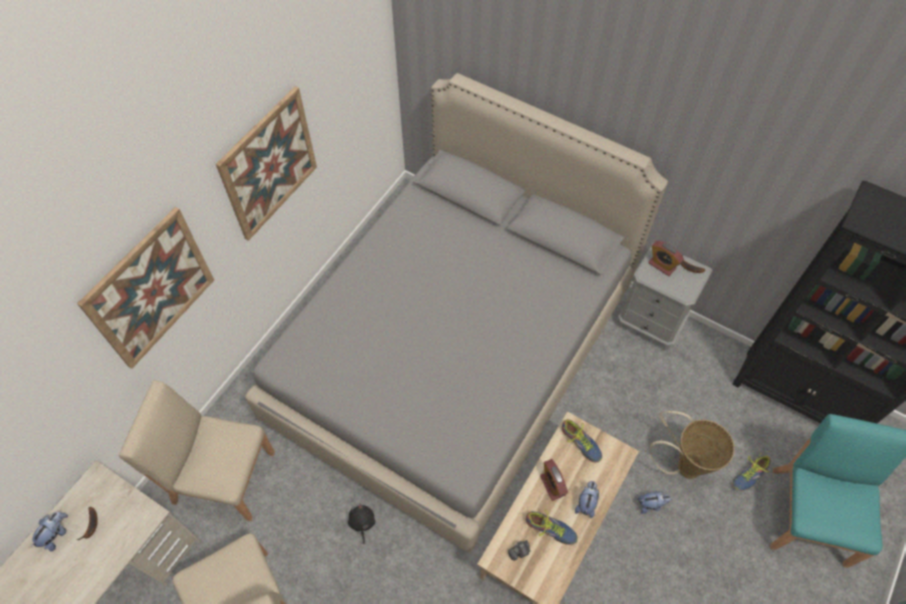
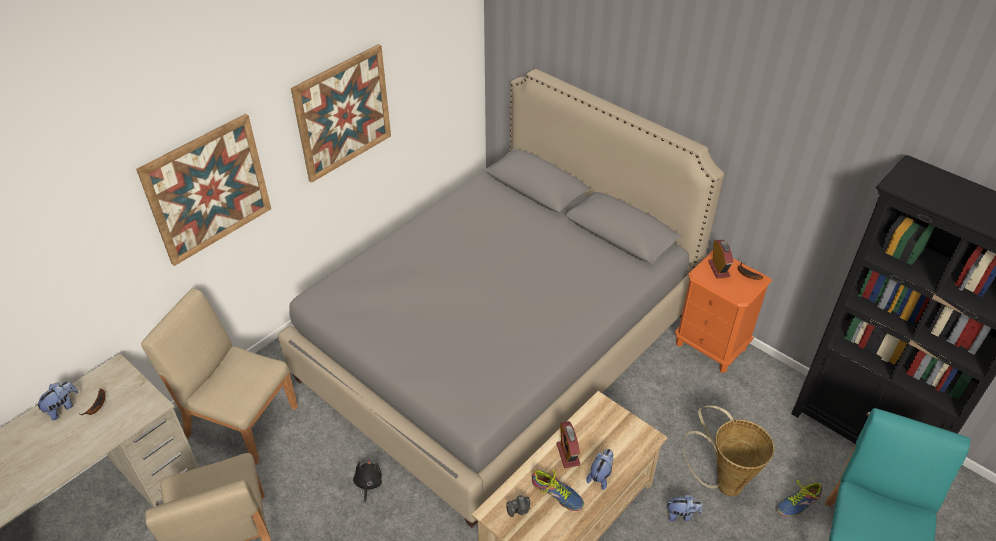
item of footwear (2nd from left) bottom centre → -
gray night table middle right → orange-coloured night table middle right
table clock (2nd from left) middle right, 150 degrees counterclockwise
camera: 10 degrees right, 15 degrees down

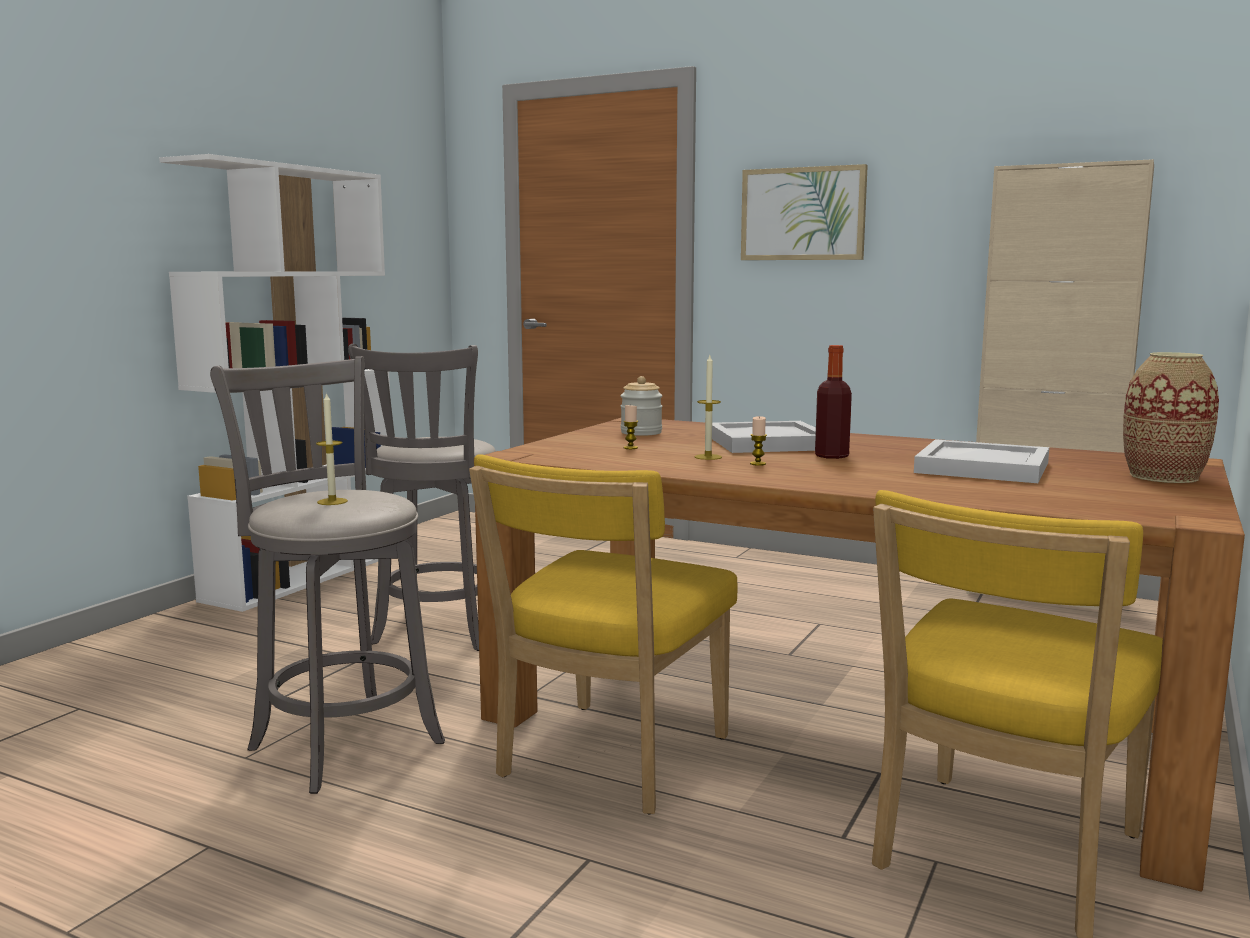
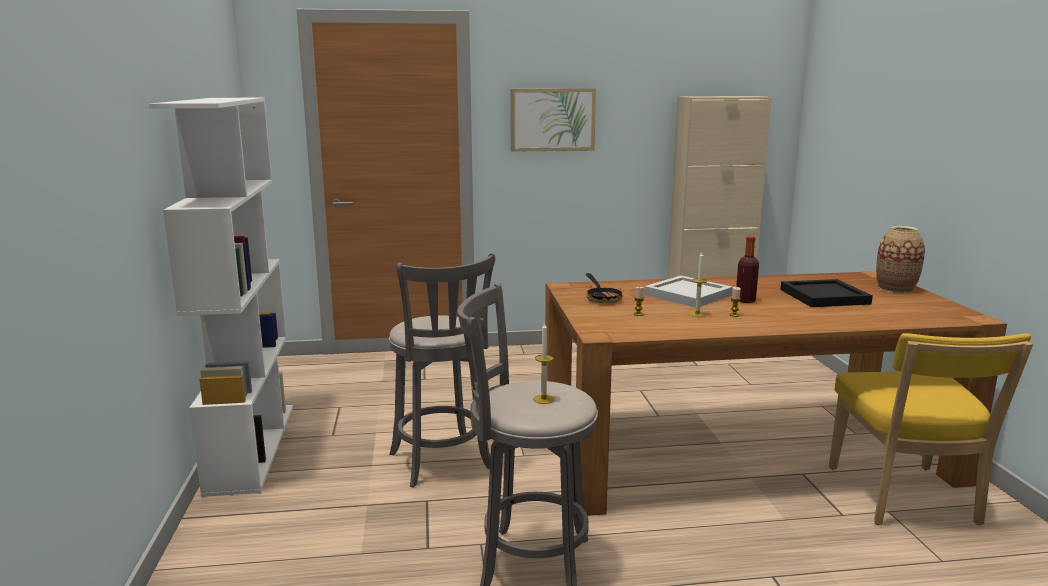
yellow plain chair (1st from left) bottom centre → -
storage jar centre → pan centre
white-coloured serving tray (2nd from left) middle right → black-coloured serving tray middle right
camera: 35 degrees left, 5 degrees up

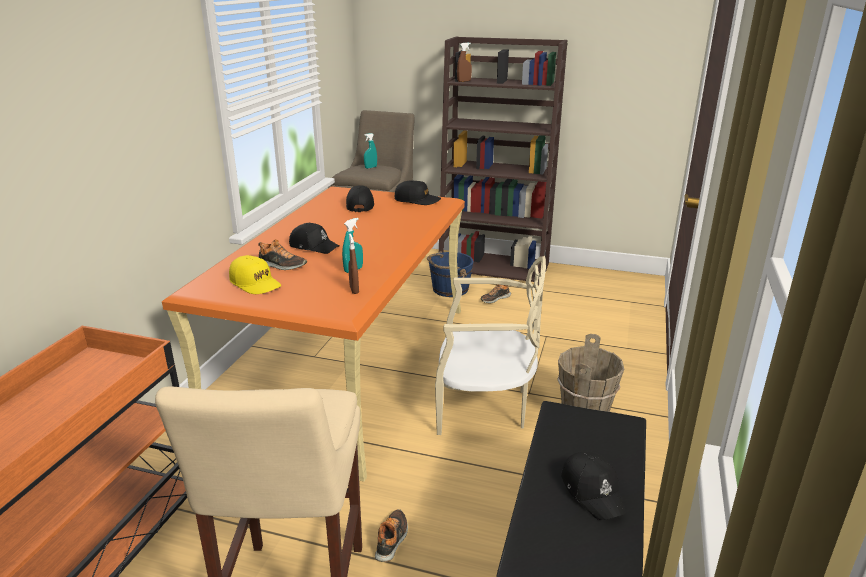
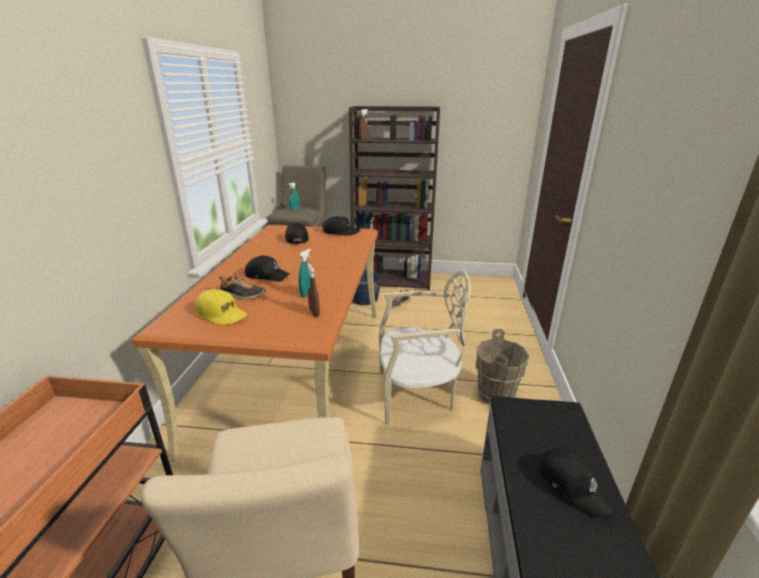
item of footwear (2nd from left) bottom centre → -
camera: 10 degrees left, 0 degrees up

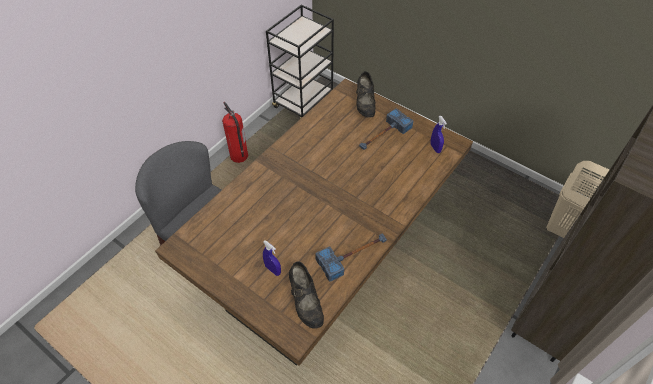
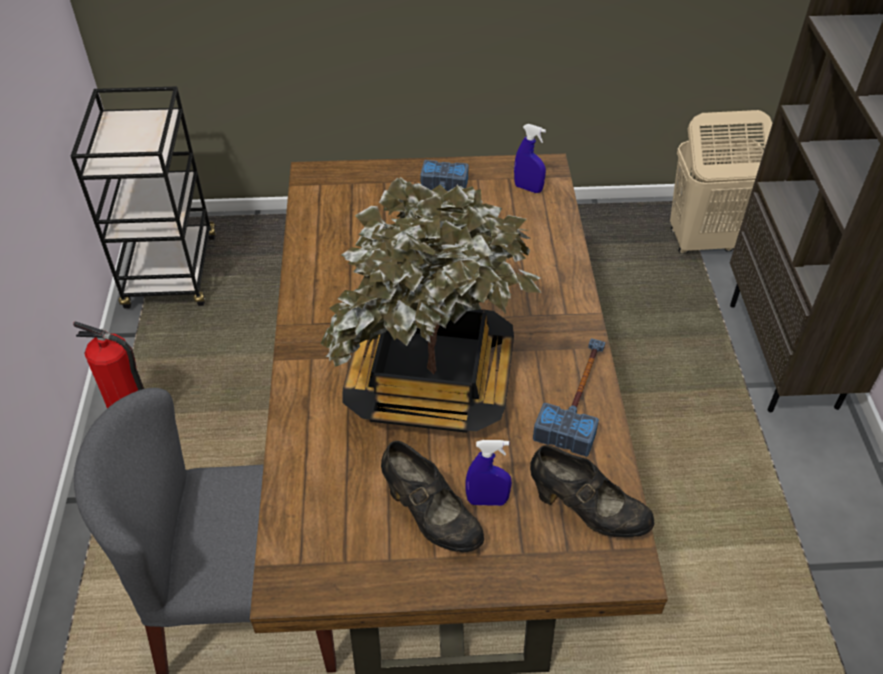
- → houseplant centre
black-coloured item of footwear (2nd from left in the first image) top centre → black-coloured item of footwear (1st from left) bottom centre, moved
camera: 40 degrees left, 5 degrees down

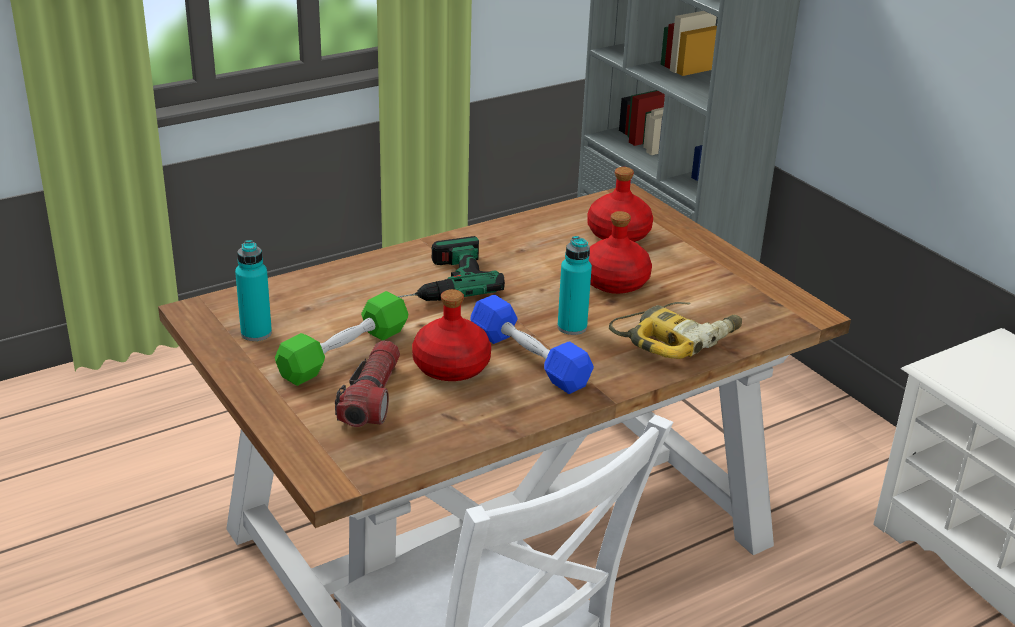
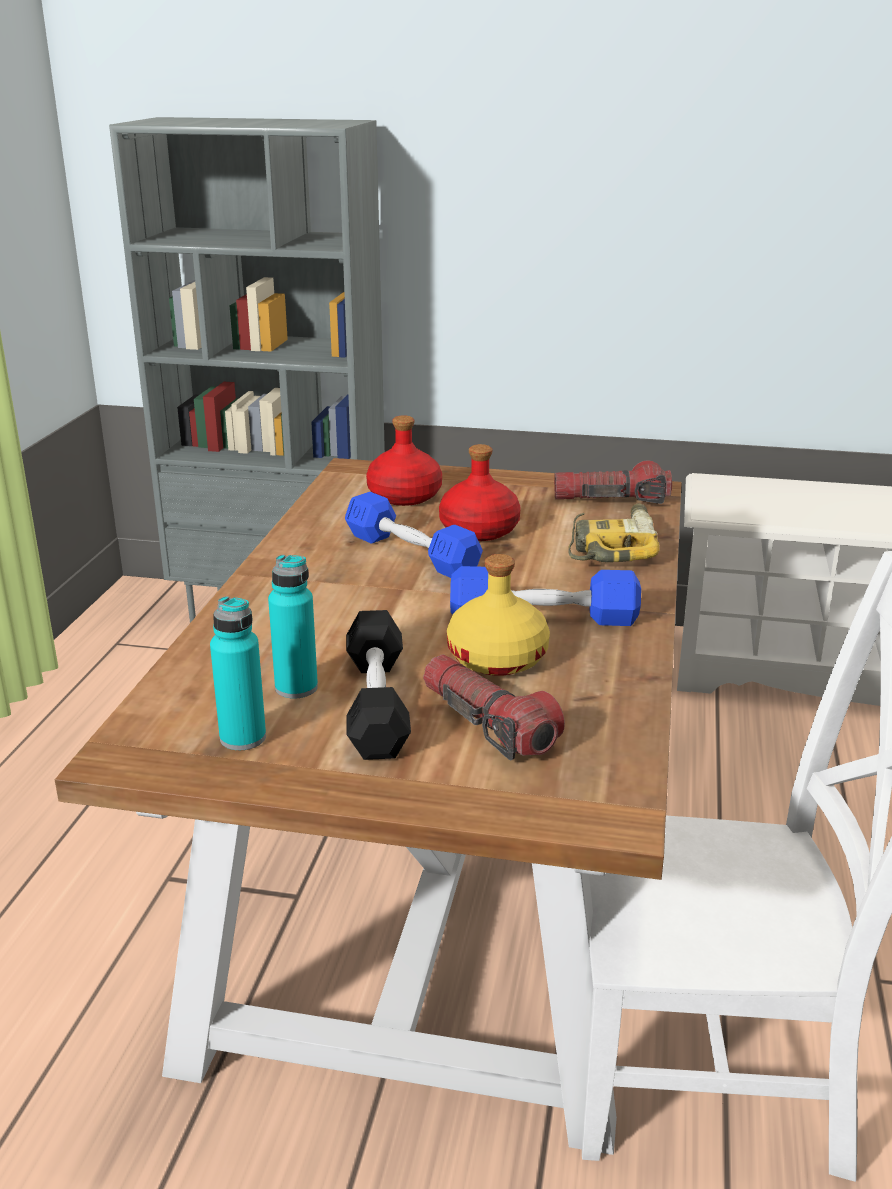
power drill (1st from left) centre → -
- → blue-coloured hand weight (1st from left) centre
- → torch (2nd from left) middle right
turquoise drink bottle (2nd from left) centre → turquoise drink bottle (2nd from left) middle left, moved
green hand weight centre → black-coloured hand weight centre
red drink bottle (1st from left) centre → yellow drink bottle centre
camera: 45 degrees left, 5 degrees down

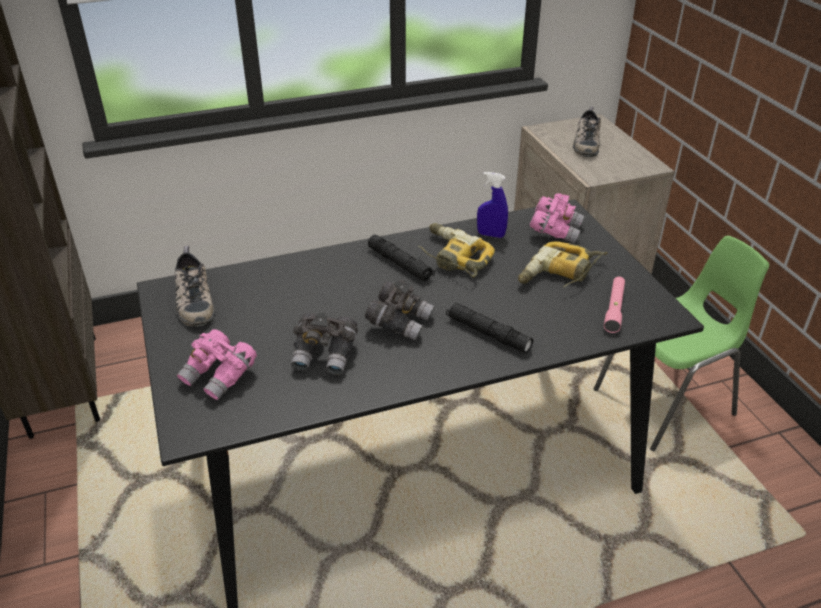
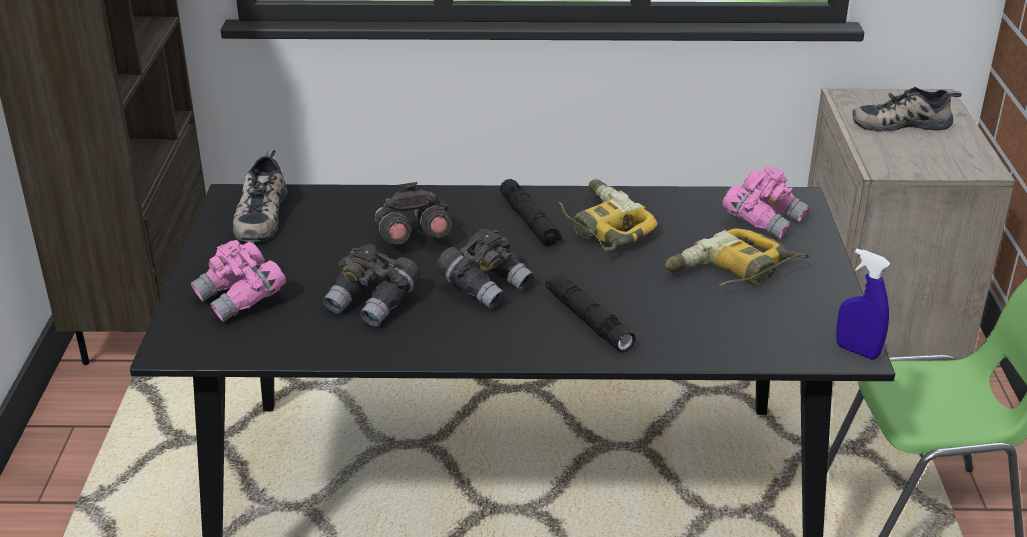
pink torch middle right → -
- → gray field glasses (2nd from left) centre
blue-coloured spray bottle centre → blue-coloured spray bottle middle right, moved
item of footwear (2nd from left) top right, 60 degrees clockwise
camera: 20 degrees right, 5 degrees down

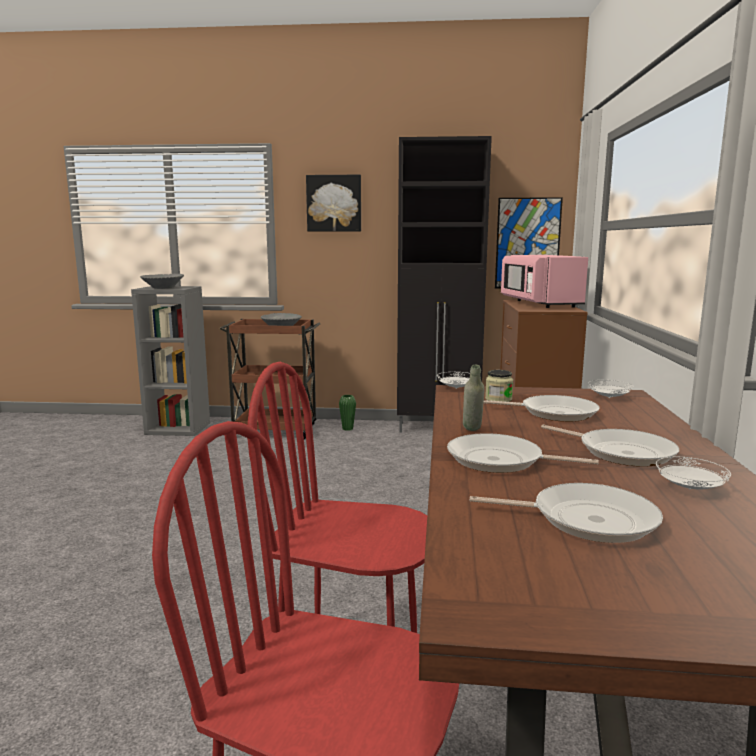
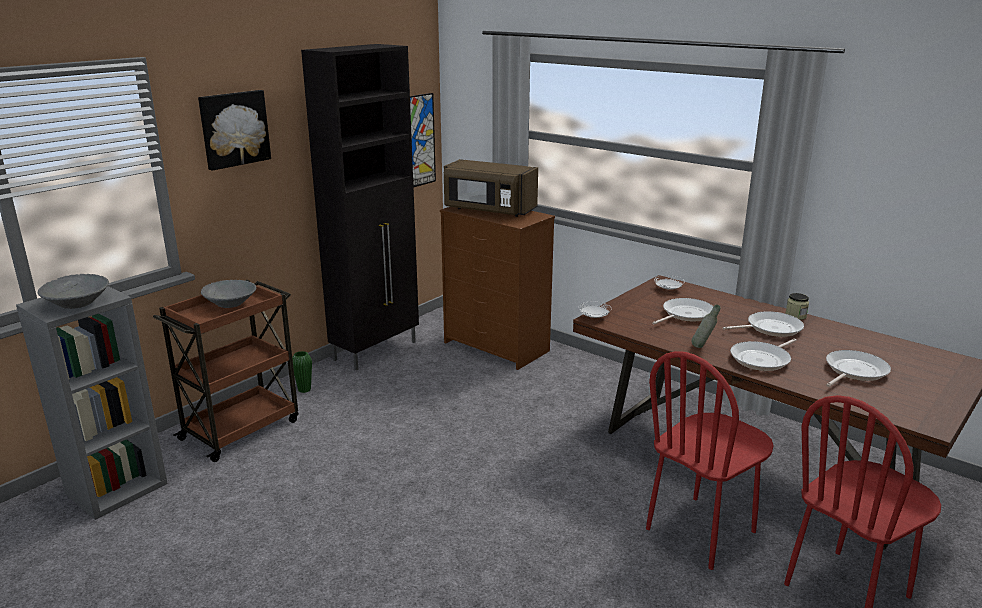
white-coloured dinner plate (3rd from left) middle right → -
storage jar centre → storage jar middle right, moved
pink kitchen microwave middle right → brown kitchen microwave top centre
camera: 55 degrees left, 10 degrees up

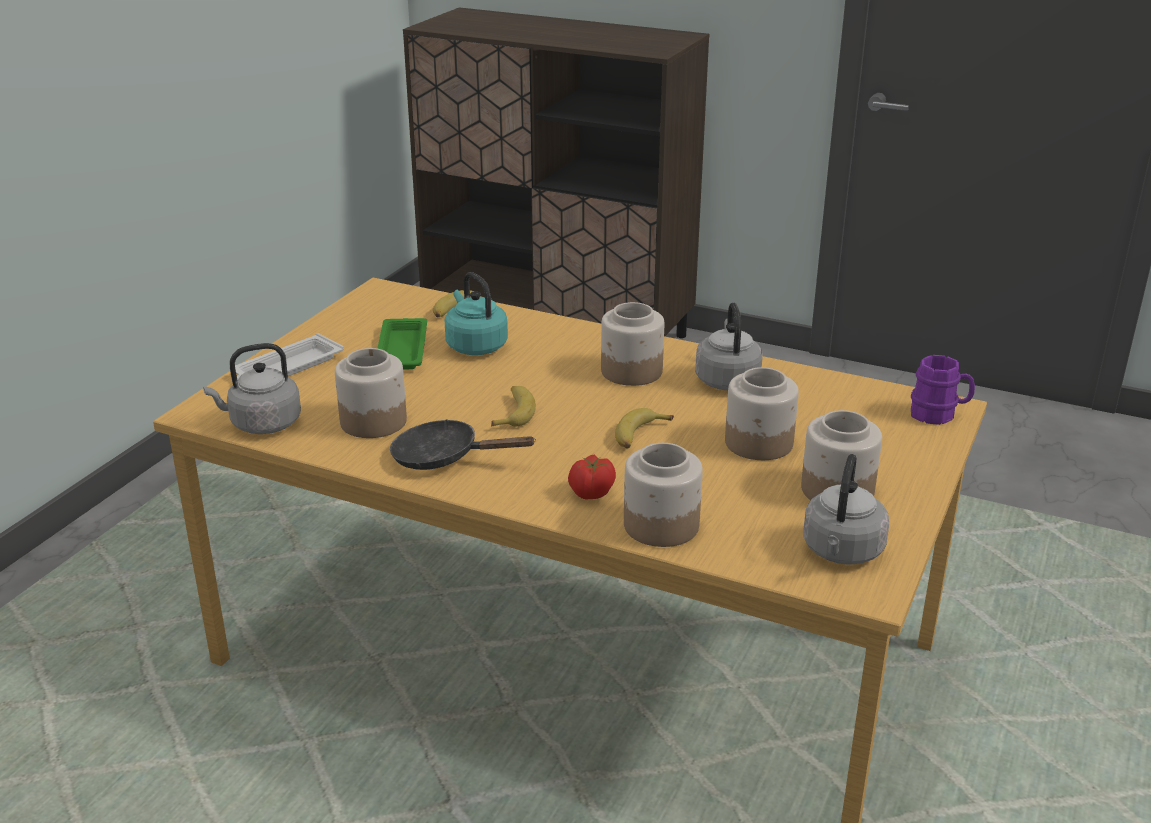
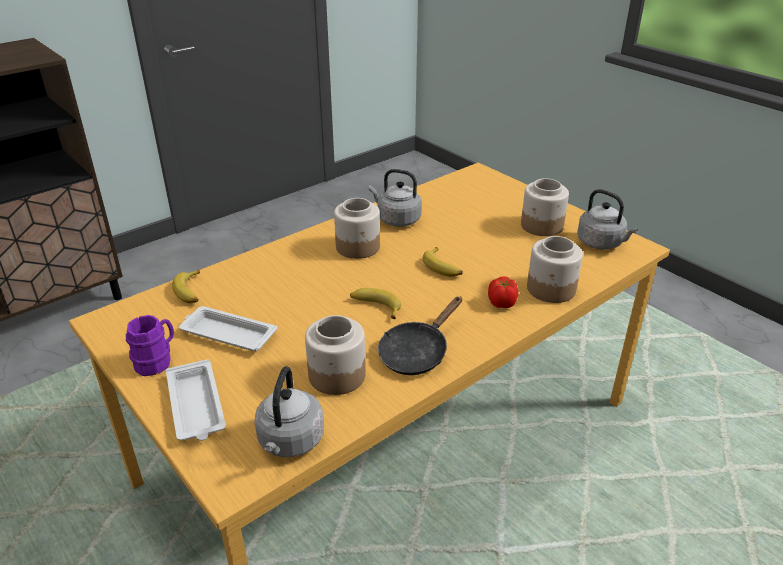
turquoise tea kettle centre → -
storage jar (4th from left) centre → -
purplish mug middle right → purplish mug middle left, moved
green serving tray centre → white-coloured serving tray (2nd from left) middle left
camera: 65 degrees left, 5 degrees up

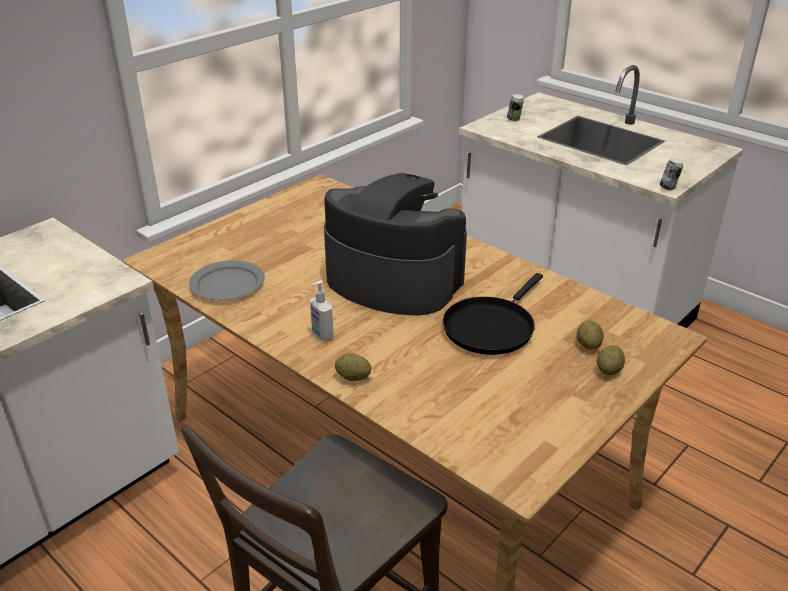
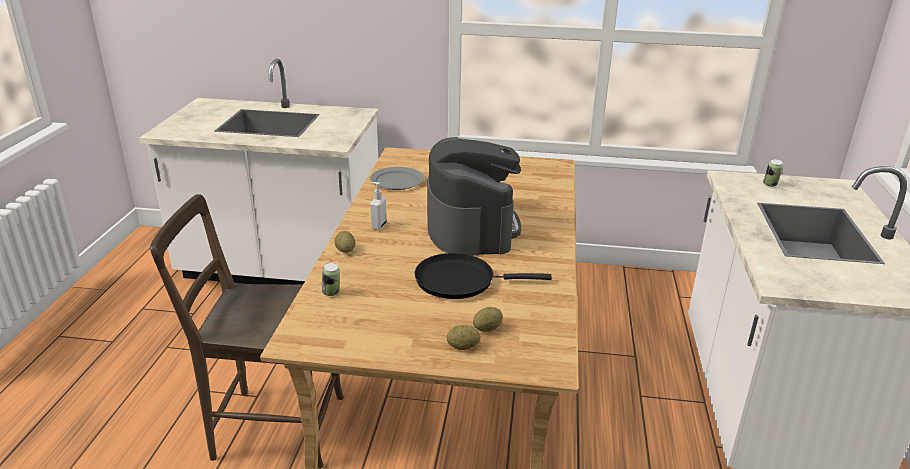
can (2nd from left in the first image) top right → can (1st from left) centre, moved
camera: 55 degrees right, 5 degrees down

